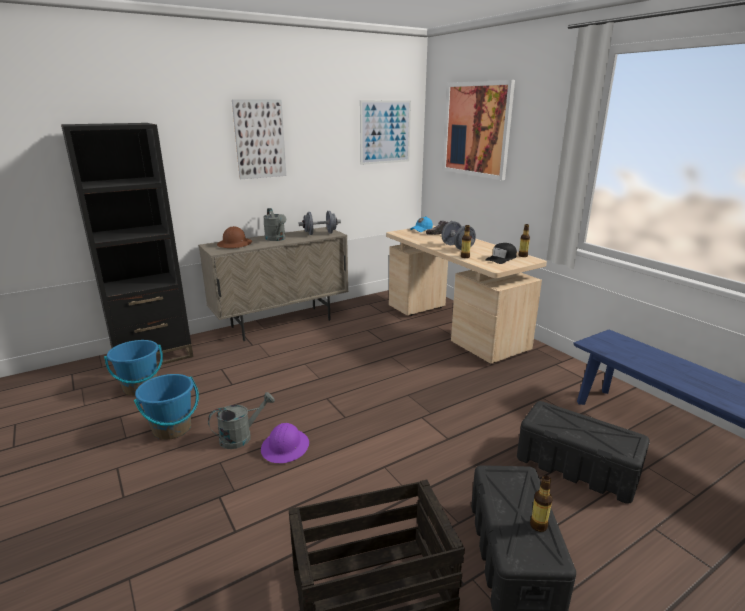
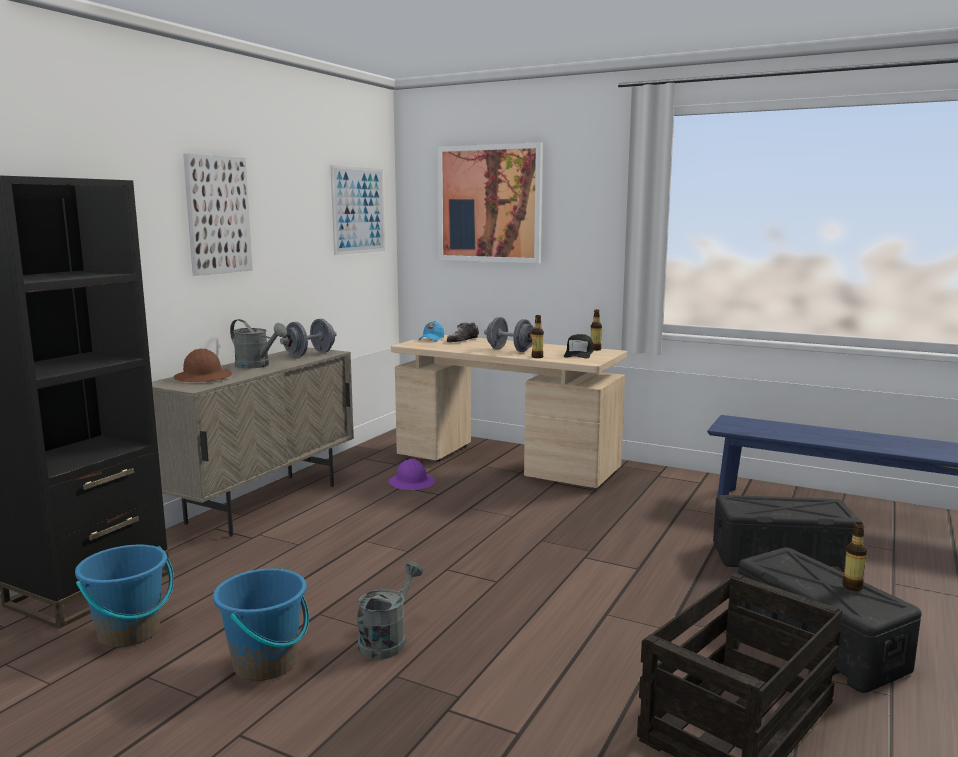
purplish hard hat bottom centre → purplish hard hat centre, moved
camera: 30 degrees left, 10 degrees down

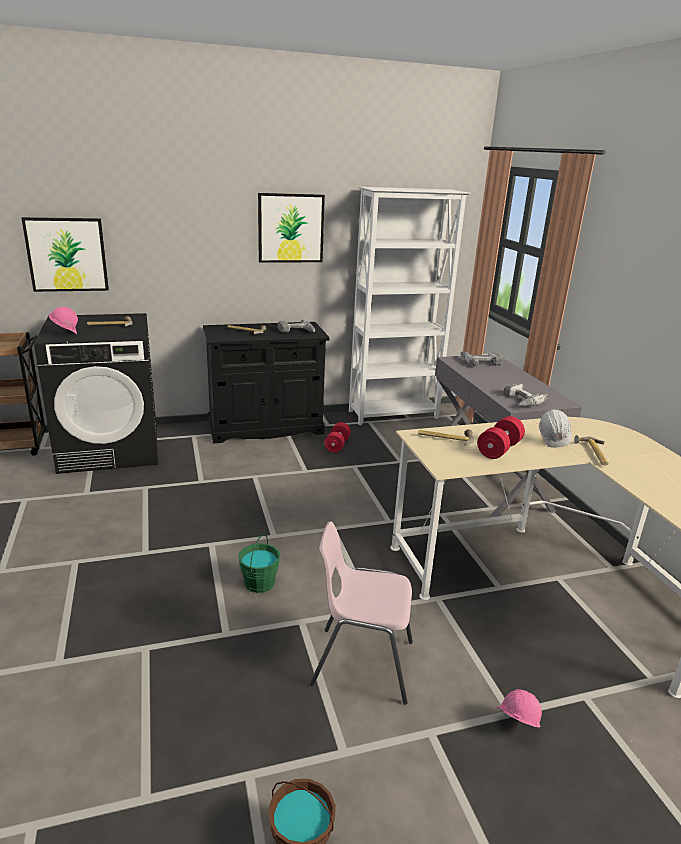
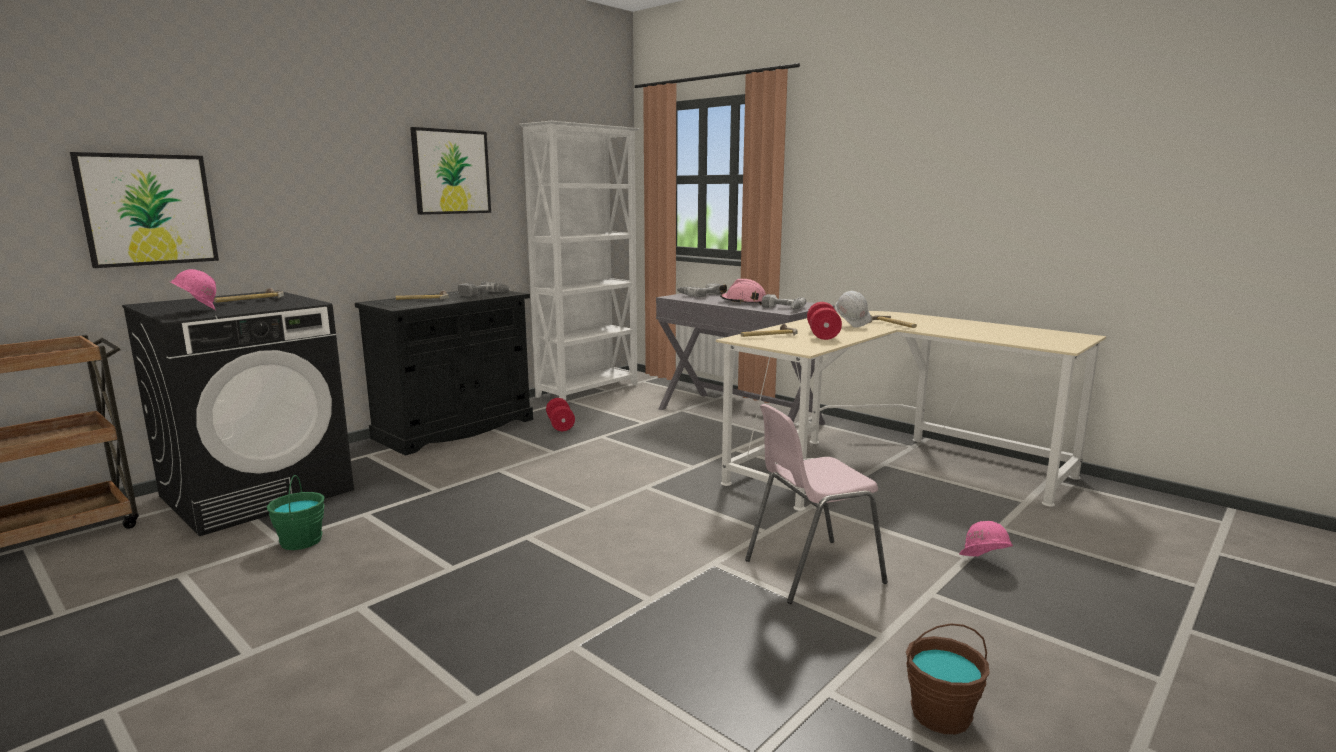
- → pink hard hat (2nd from left) centre
green water bucket bottom centre → green water bucket bottom left, moved
camera: 30 degrees left, 10 degrees down

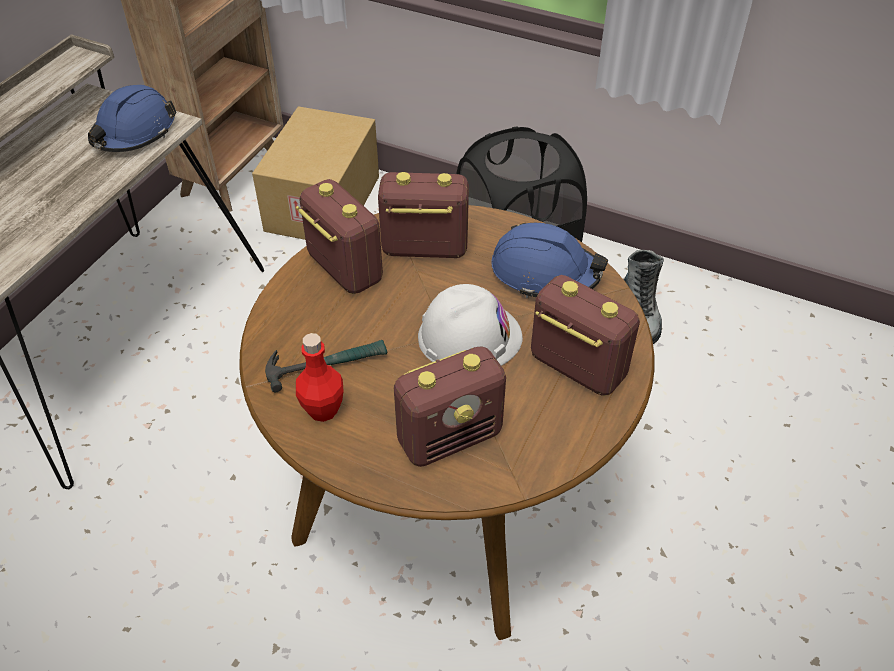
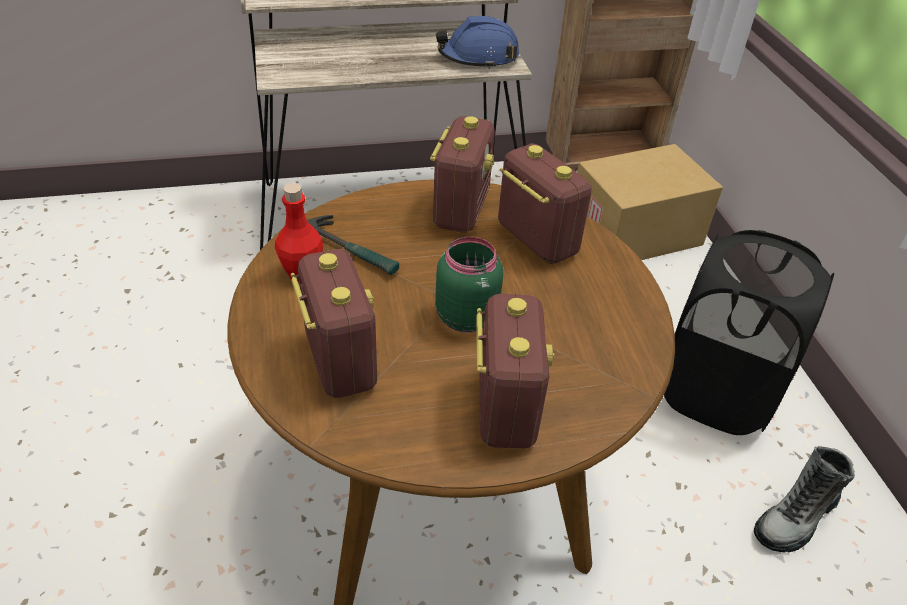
blue-coloured hard hat (2nd from left) centre → -
white-coloured hard hat centre → green storage jar centre
radio receiver (3rd from left in the first image) centre → radio receiver (1st from left) centre, 135 degrees counterclockwise
camera: 50 degrees right, 5 degrees down

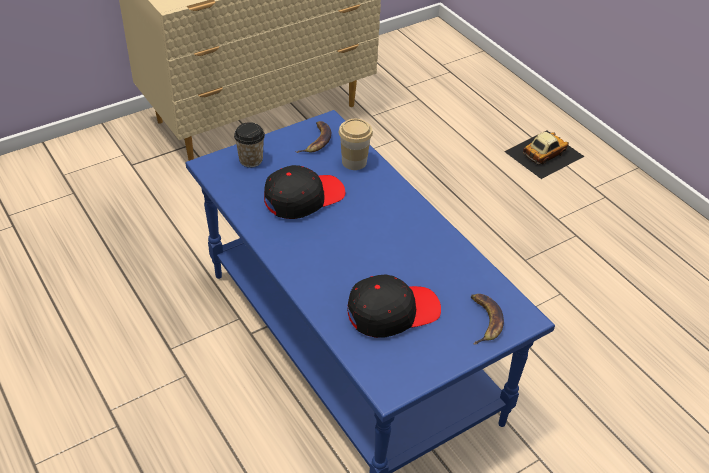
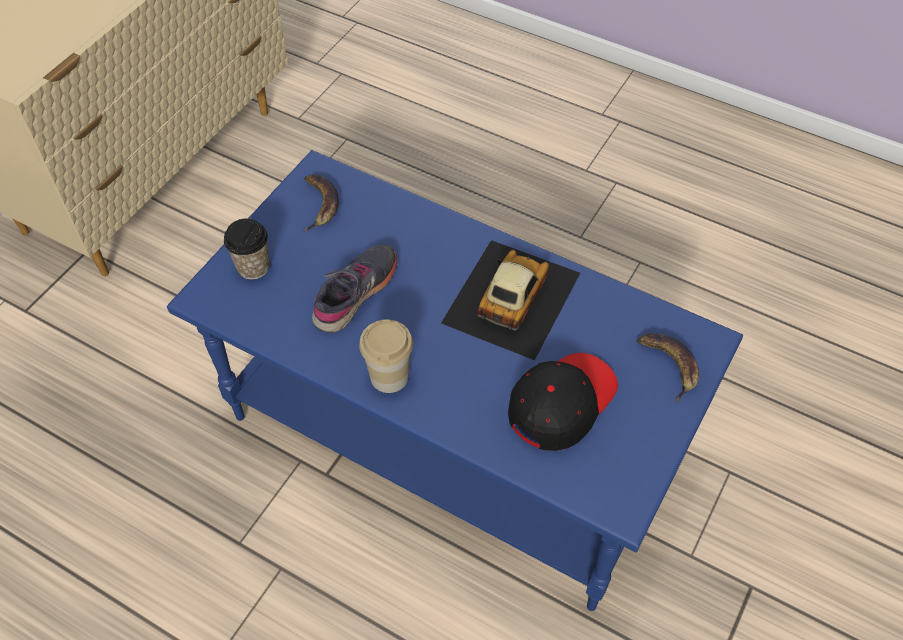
small cup (2nd from left) top centre → small cup (2nd from left) centre, moved
miniature car top right → miniature car centre, moved
black-coloured cap (1st from left) centre → gray item of footwear centre
camera: 25 degrees left, 10 degrees up

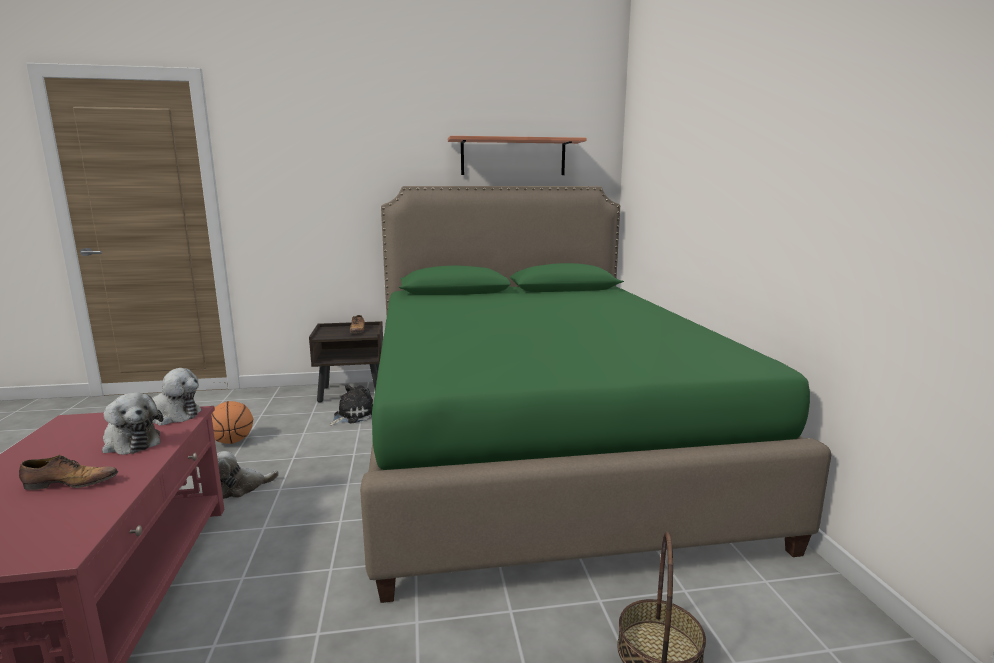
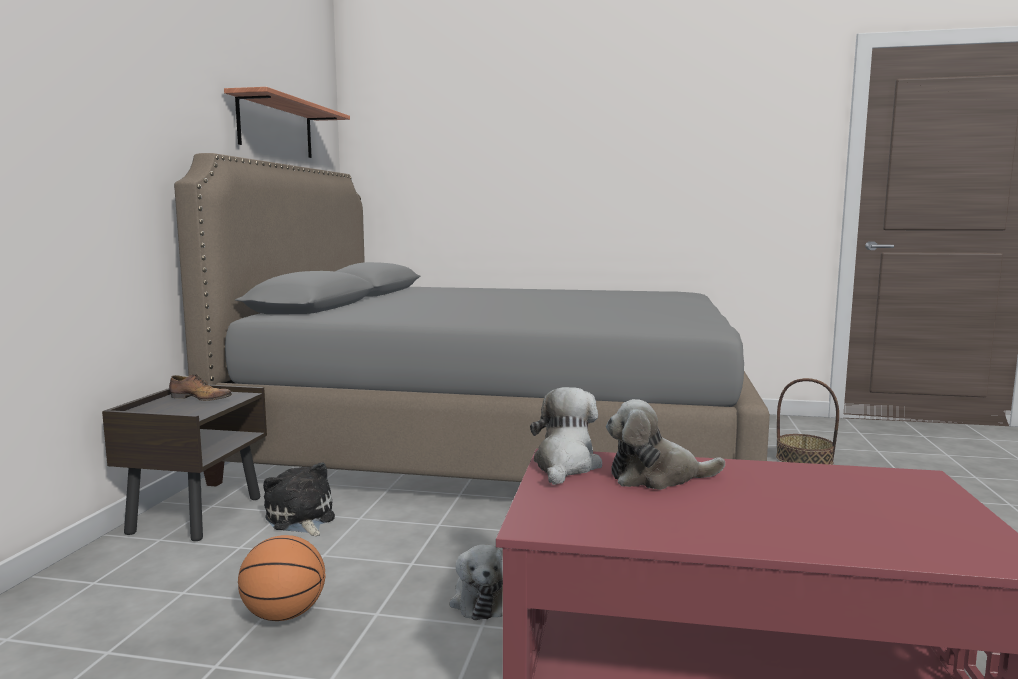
item of footwear (1st from left) bottom left → -
green sleeping bed centre → gray sleeping bed centre
cuddly toy (1st from left in the first image) middle left → cuddly toy (4th from left) centre, 150 degrees counterclockwise
camera: 70 degrees left, 5 degrees down

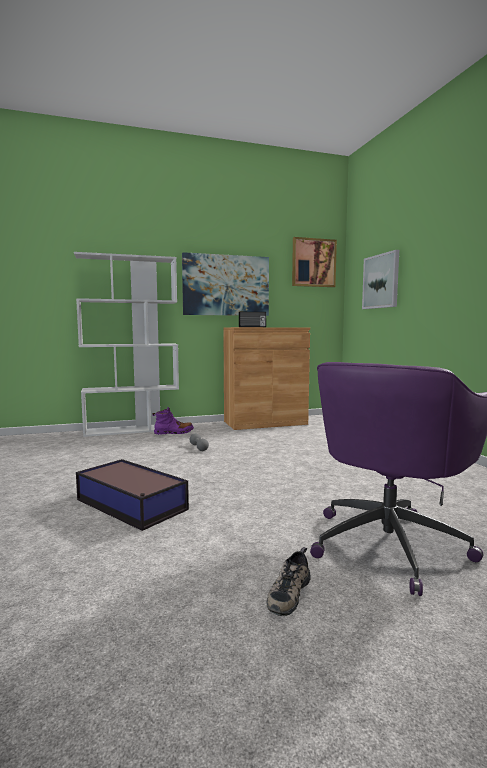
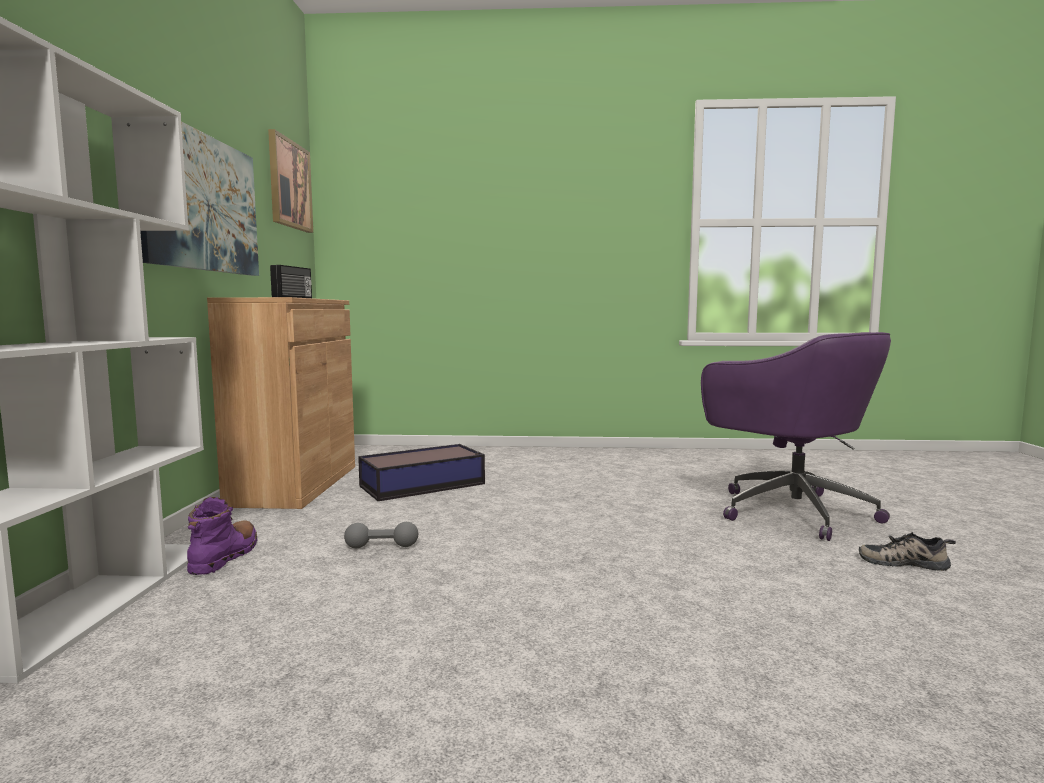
wall art (3rd from left) middle right → -
storage container middle left → storage container centre, moved
item of footwear bottom centre → item of footwear bottom right, 150 degrees clockwise
camera: 70 degrees left, 0 degrees up

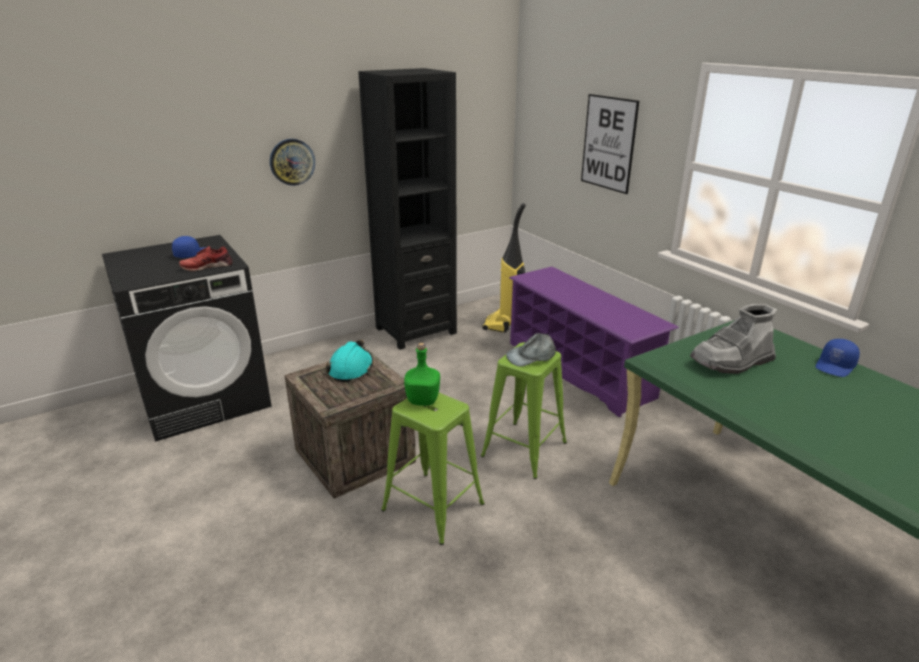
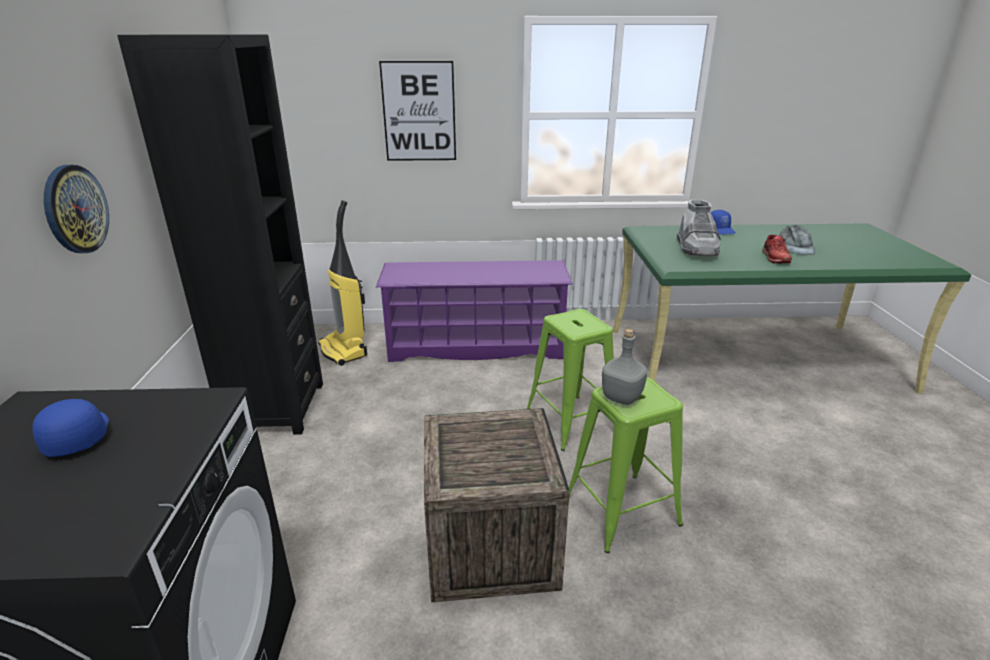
turquoise hard hat centre → -
red item of footwear middle left → red item of footwear middle right, moved
gray cap centre → gray cap middle right, moved
green drink bottle centre → gray drink bottle centre
camera: 60 degrees left, 0 degrees up

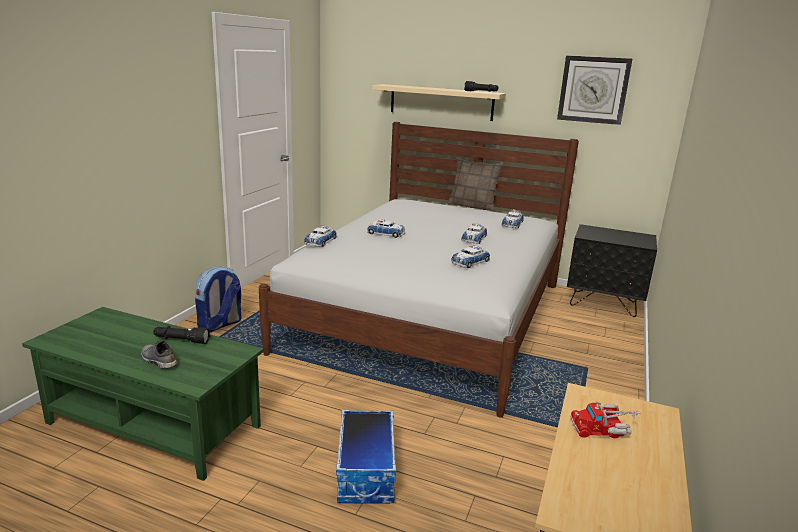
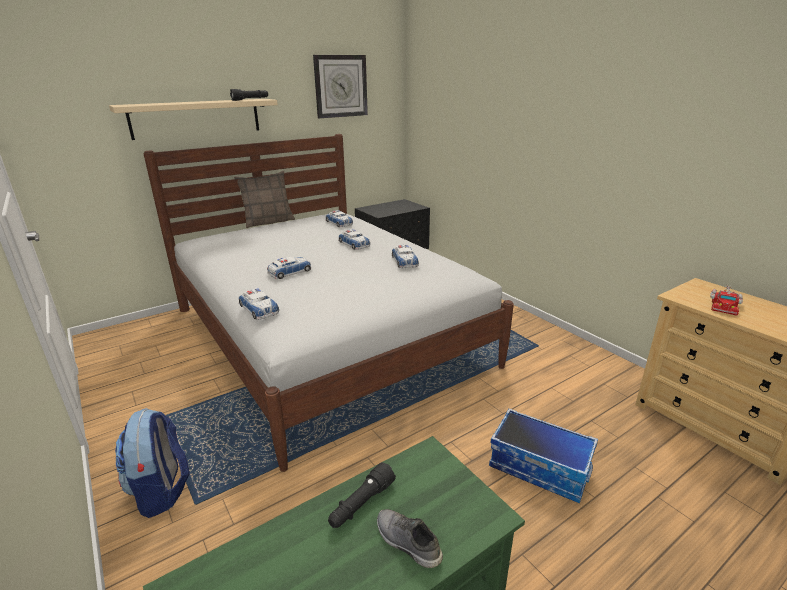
gray item of footwear bottom left → gray item of footwear bottom centre, 60 degrees clockwise
camera: 55 degrees left, 5 degrees up

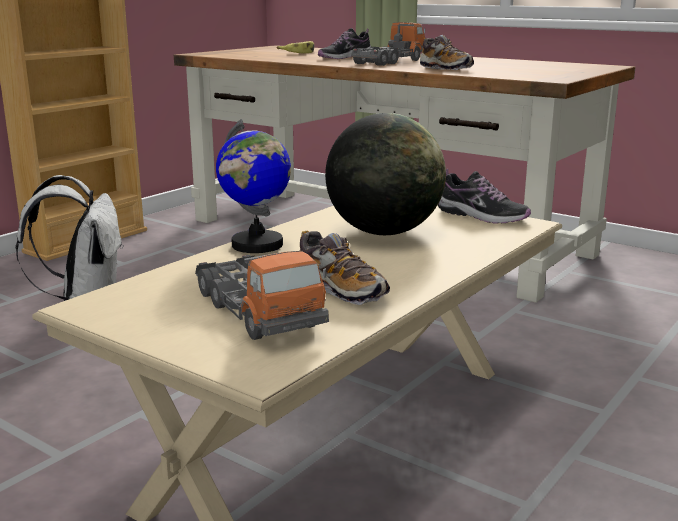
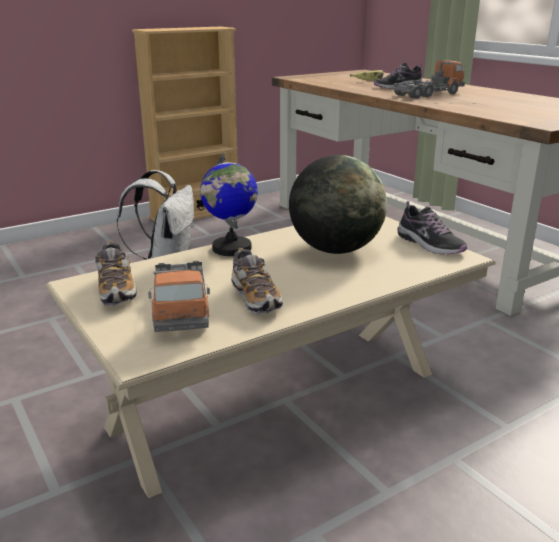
item of footwear (3rd from left in the first image) top centre → item of footwear (1st from left) middle left, moved
camera: 20 degrees right, 5 degrees up

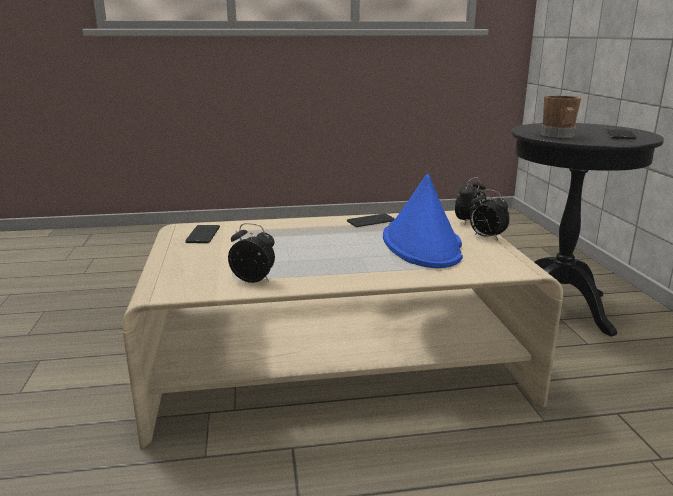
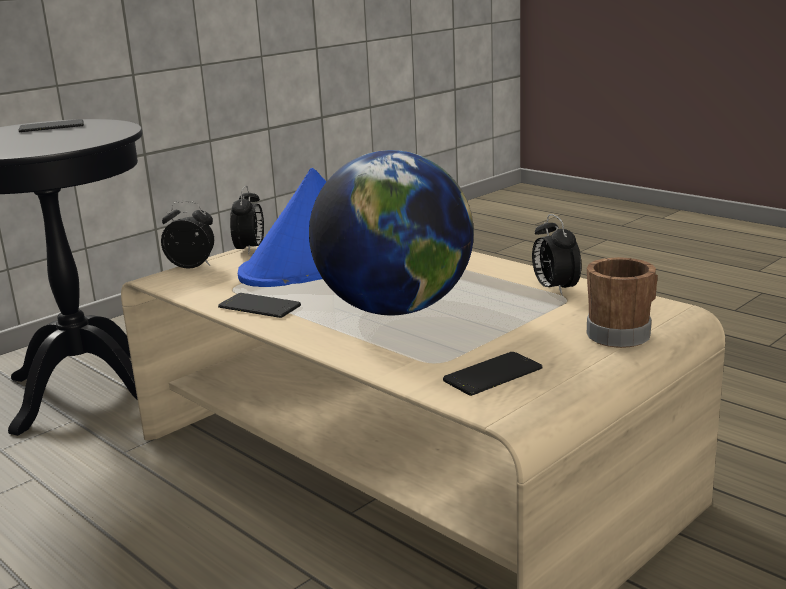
- → world globe centre
brown mug top right → brown mug middle right, moved
camera: 125 degrees left, 0 degrees up

